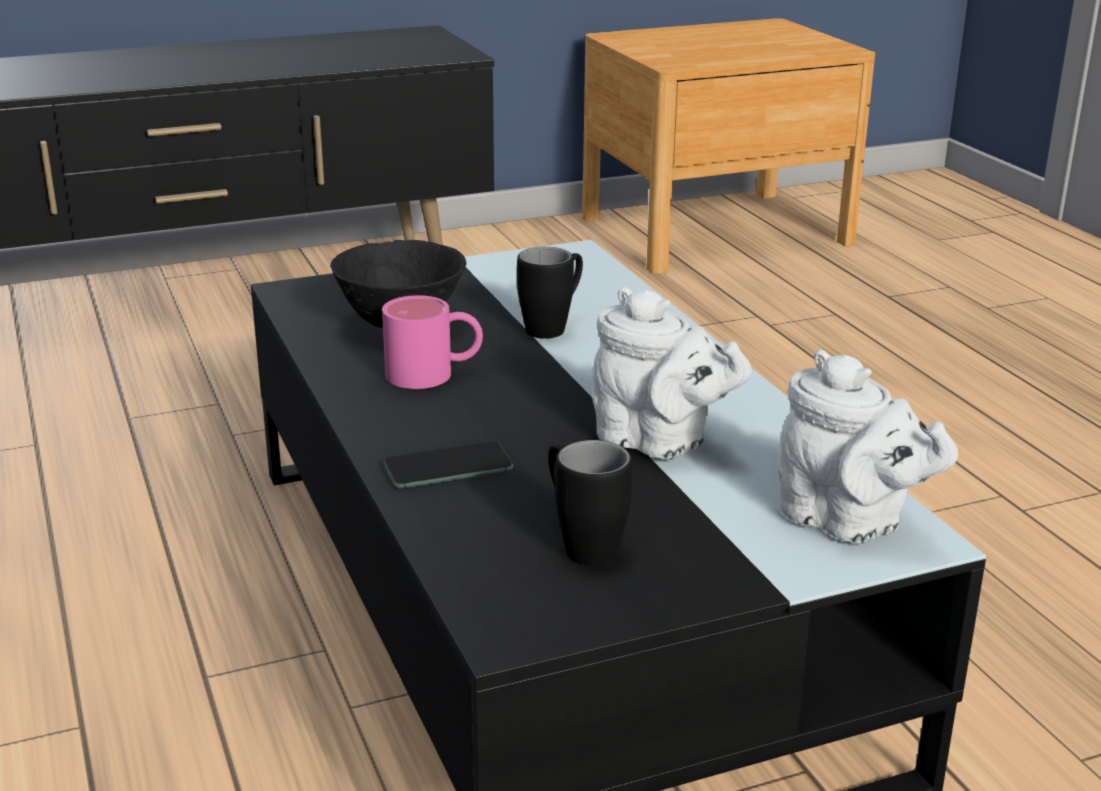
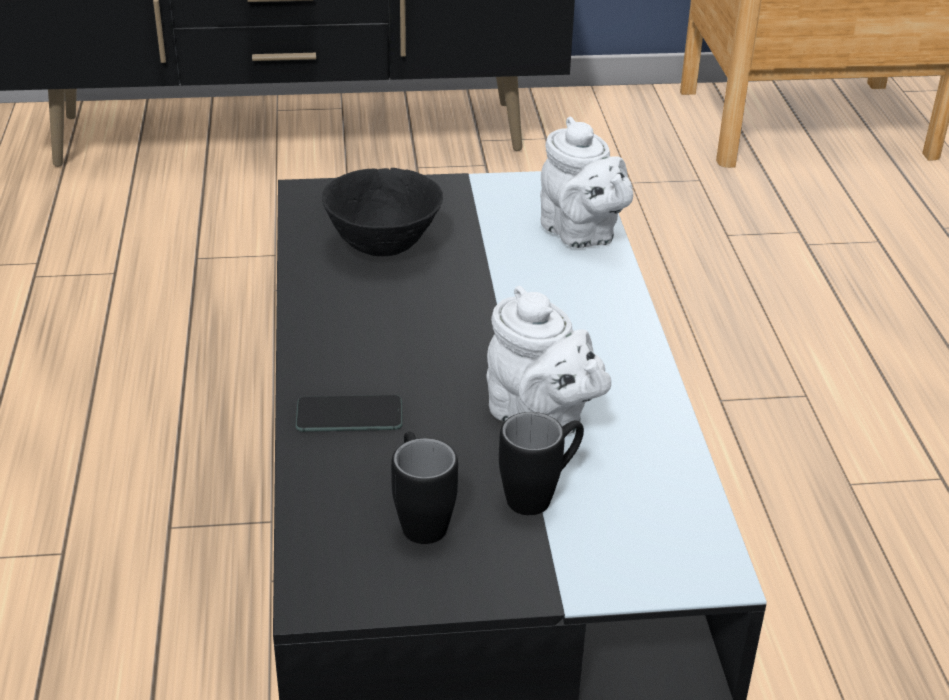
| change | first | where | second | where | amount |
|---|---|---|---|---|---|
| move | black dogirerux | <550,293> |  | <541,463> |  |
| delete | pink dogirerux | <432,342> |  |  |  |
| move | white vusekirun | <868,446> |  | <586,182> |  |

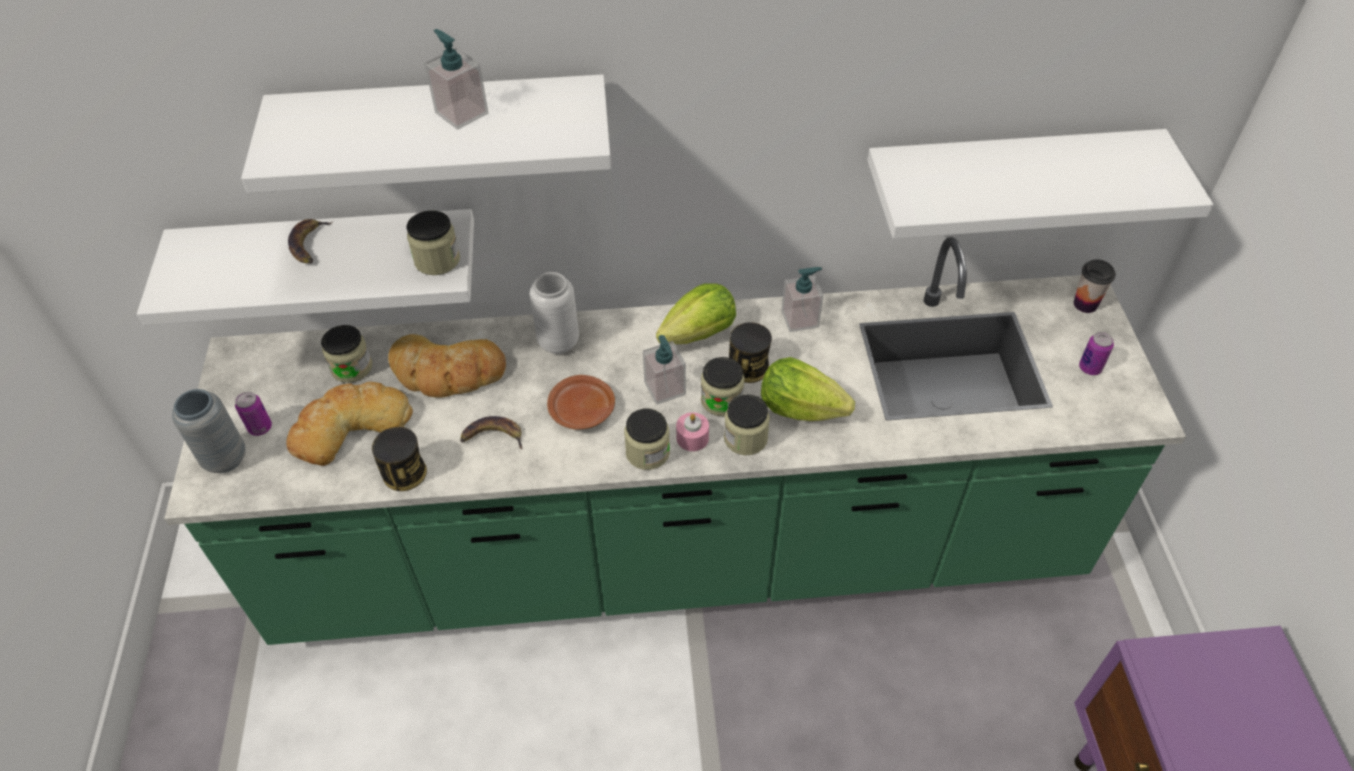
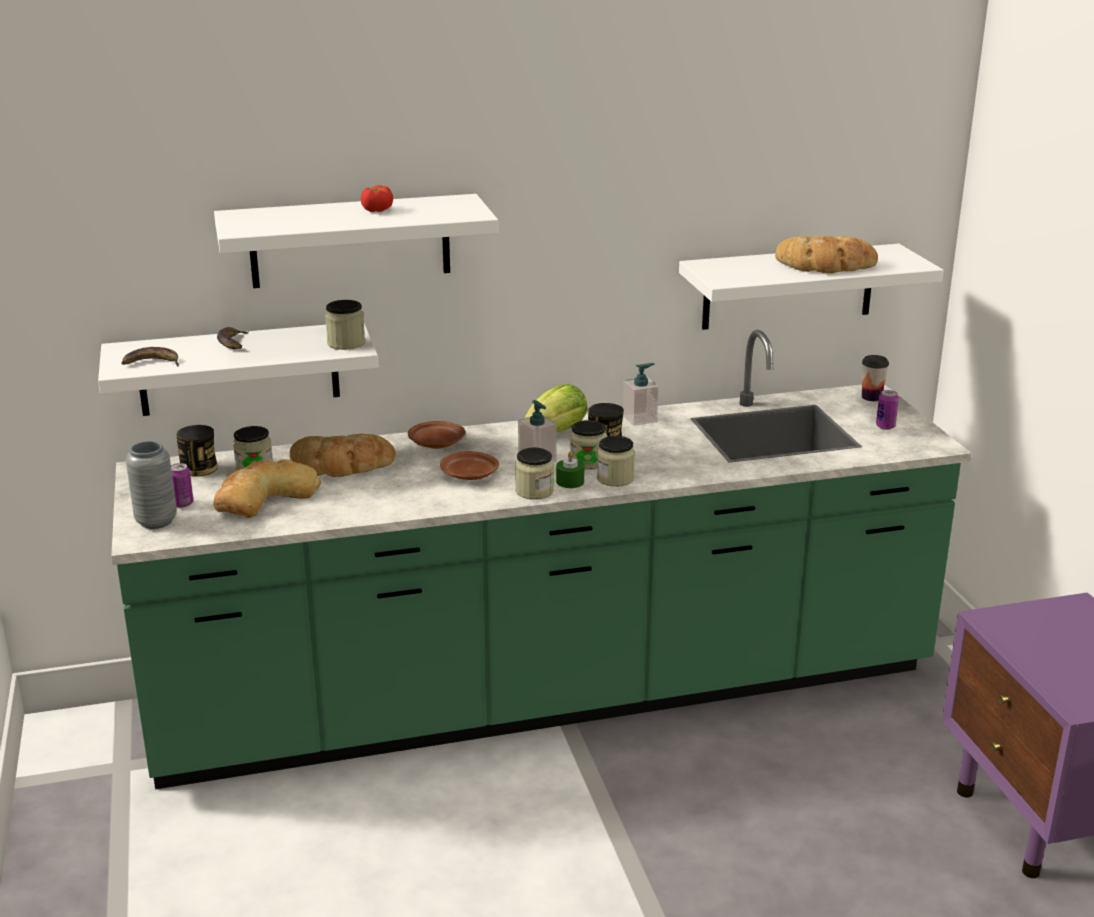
| change | first | where | second | where | amount |
|---|---|---|---|---|---|
| replace | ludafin | <456,79> | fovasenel | <377,198> |  |
| replace | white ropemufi | <554,313> | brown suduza | <436,435> |  |
| delete | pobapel | <808,389> |  |  |  |
| recolor | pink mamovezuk | <692,431> | green mamovezuk | <570,469> |  |
| move | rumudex | <491,432> |  | <150,356> |  |
| move | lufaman | <399,459> |  | <197,450> |  |
| insert |  |  | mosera | <826,254> |  |

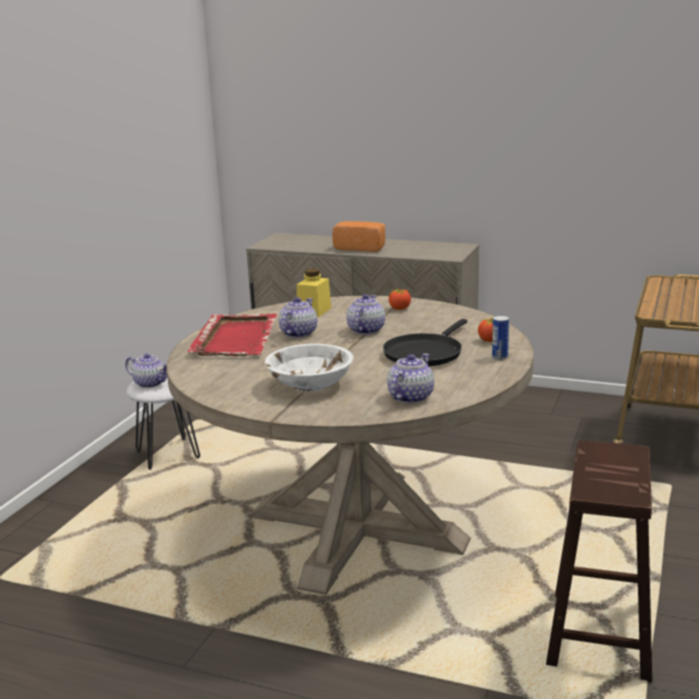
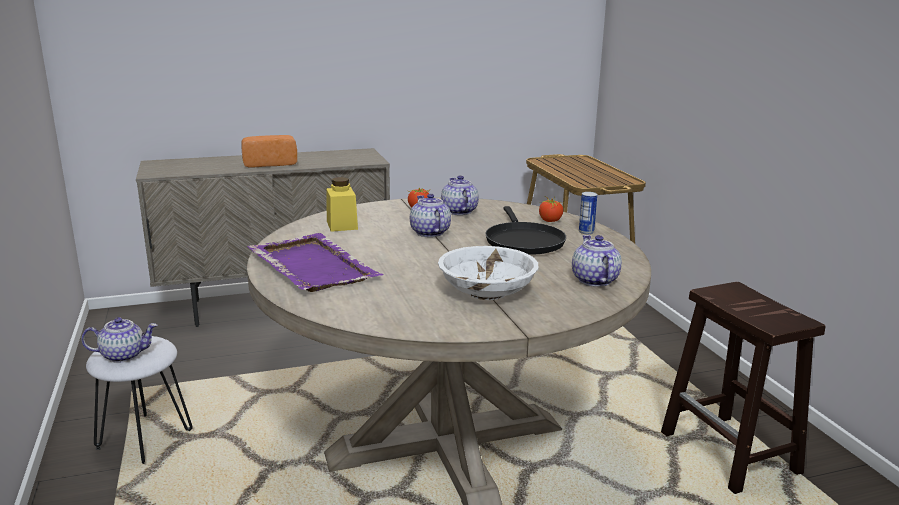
| change | first | where | second | where | amount |
|---|---|---|---|---|---|
| move | vusekirun | <298,317> |  | <460,195> |  |
| recolor | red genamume | <232,335> | purple genamume | <315,262> |  |

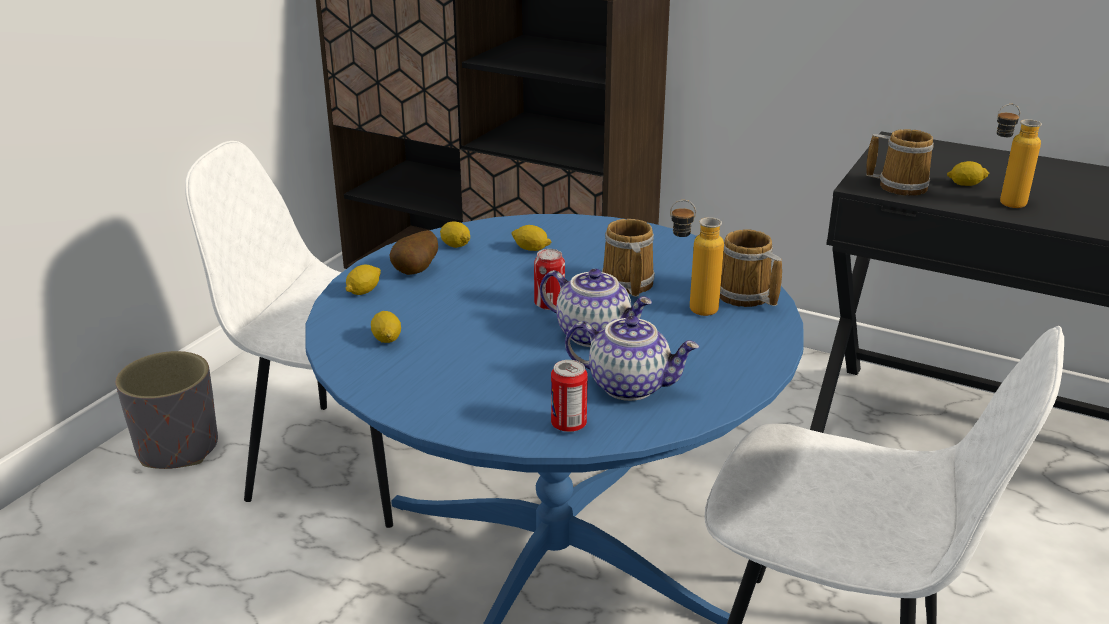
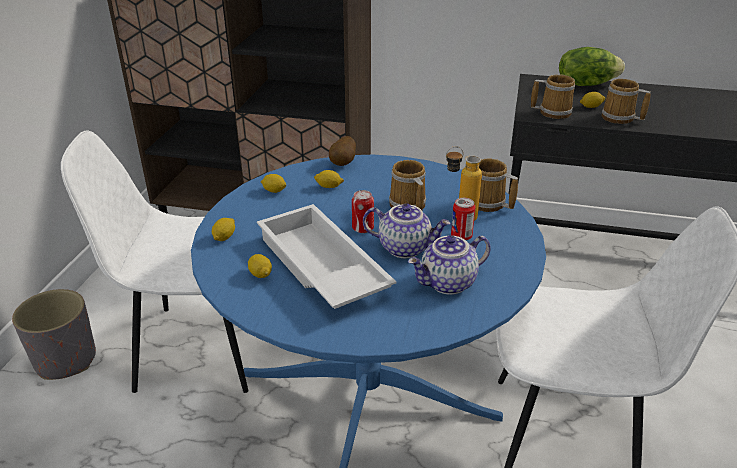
| change | first | where | second | where | amount |
|---|---|---|---|---|---|
| replace | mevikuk | <1019,156> | dogirerux | <626,101> |  |
| move | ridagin | <413,252> |  | <342,151> |  |
| rotate | vusekirun | <632,358> |  | <449,265> | 150 degrees clockwise |
| move | lufaman | <569,396> |  | <463,219> |  |
| insert |  |  | pobapel | <592,66> |  |
| insert |  |  | white genamume | <326,256> |  |

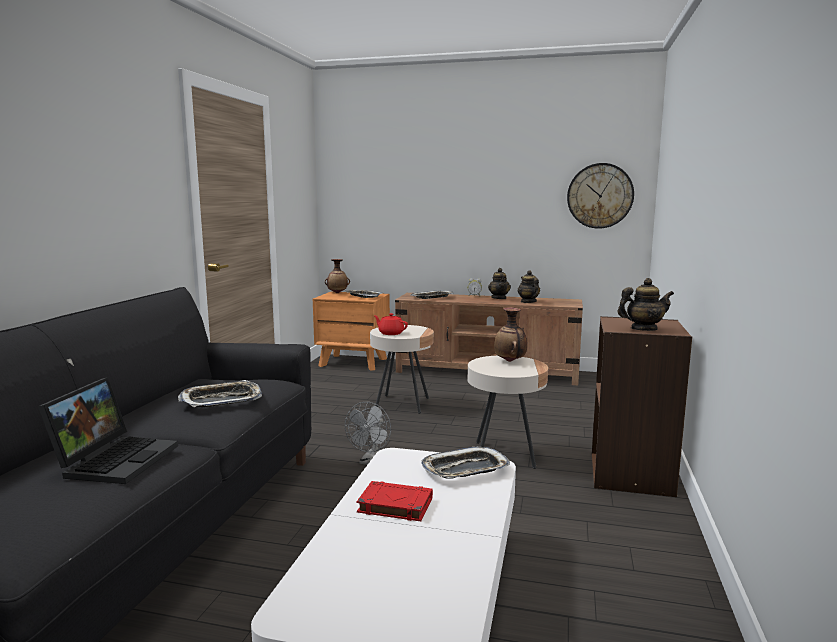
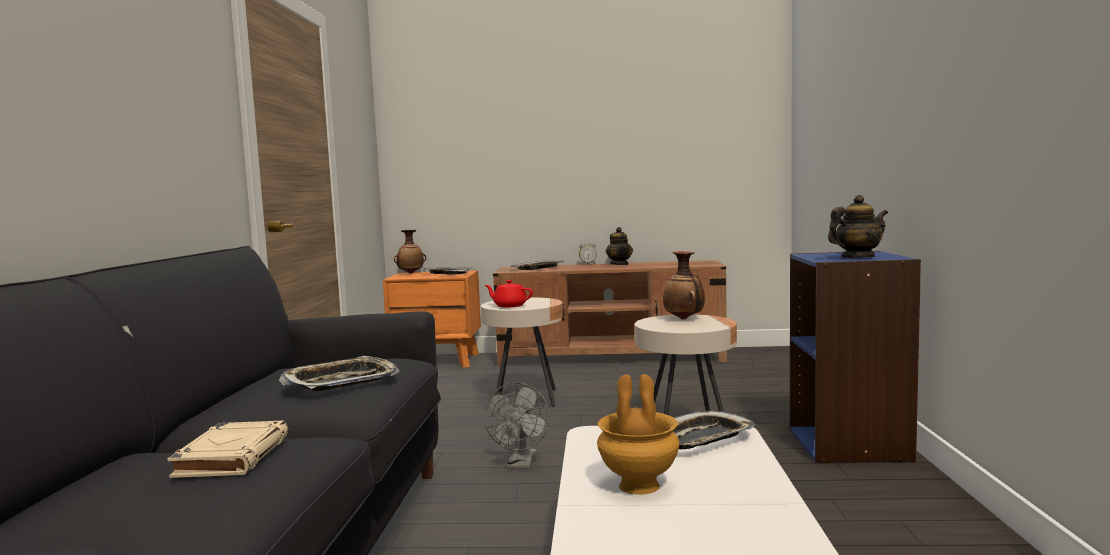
| change | first | where | second | where | amount |
|---|---|---|---|---|---|
| delete | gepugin | <600,196> |  |  |  |
| delete | vusekirun | <529,286> |  |  |  |
| recolor | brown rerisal | <642,406> | blue rerisal | <855,357> |  |
| replace | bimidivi | <108,430> | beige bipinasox | <228,449> |  |
| replace | red bipinasox | <395,501> | brown ropemufi | <638,434> |  |

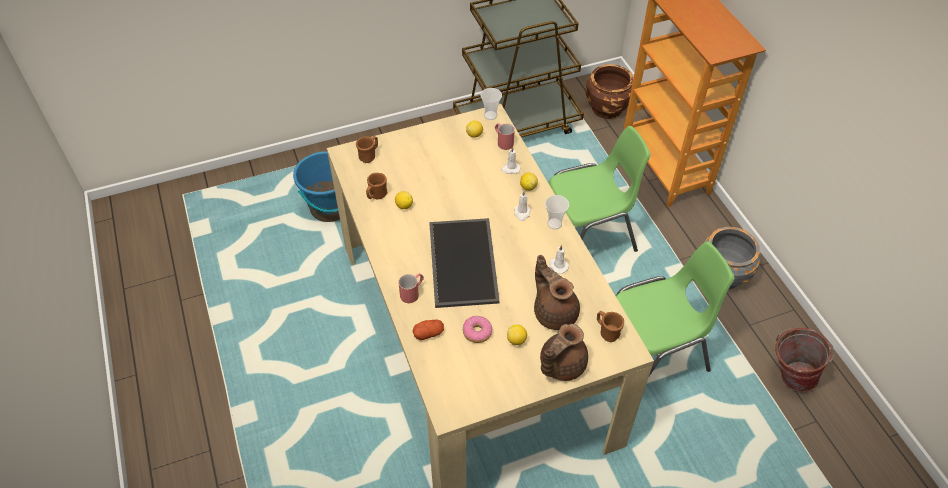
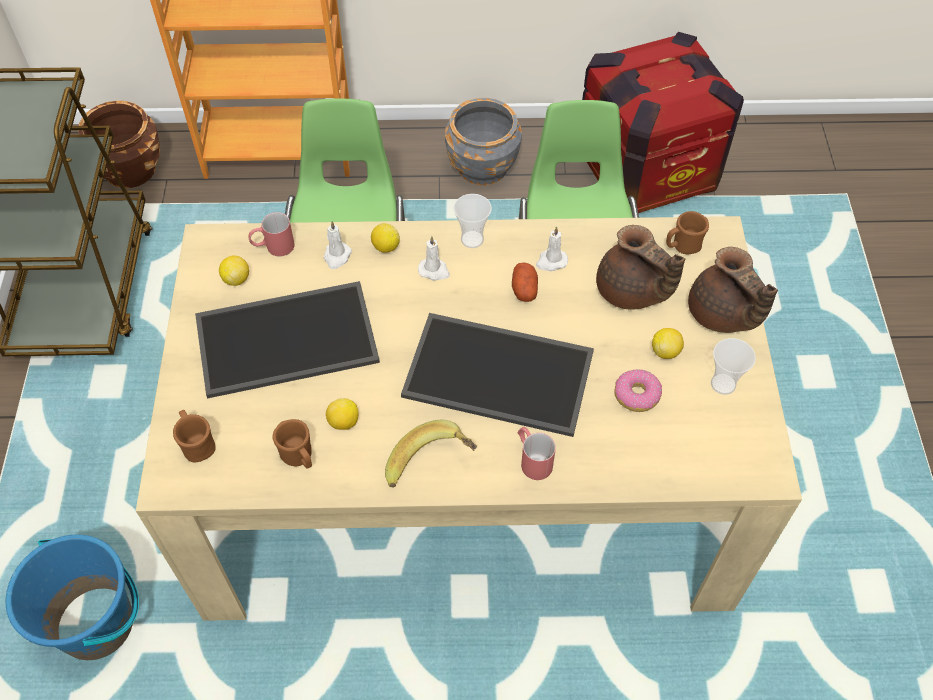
| change | first | where | second | where | amount |
|---|---|---|---|---|---|
| move | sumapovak | <491,104> |  | <733,366> |  |
| rotate | brown vusekirun | <557,292> |  | <640,267> | 120 degrees counterclockwise |
| move | ridagin | <428,330> |  | <525,282> |  |
| replace | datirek | <805,360> | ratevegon | <663,122> |  |
| insert |  |  | genamume | <287,340> |  |
| insert |  |  | rumudex | <431,454> |  |

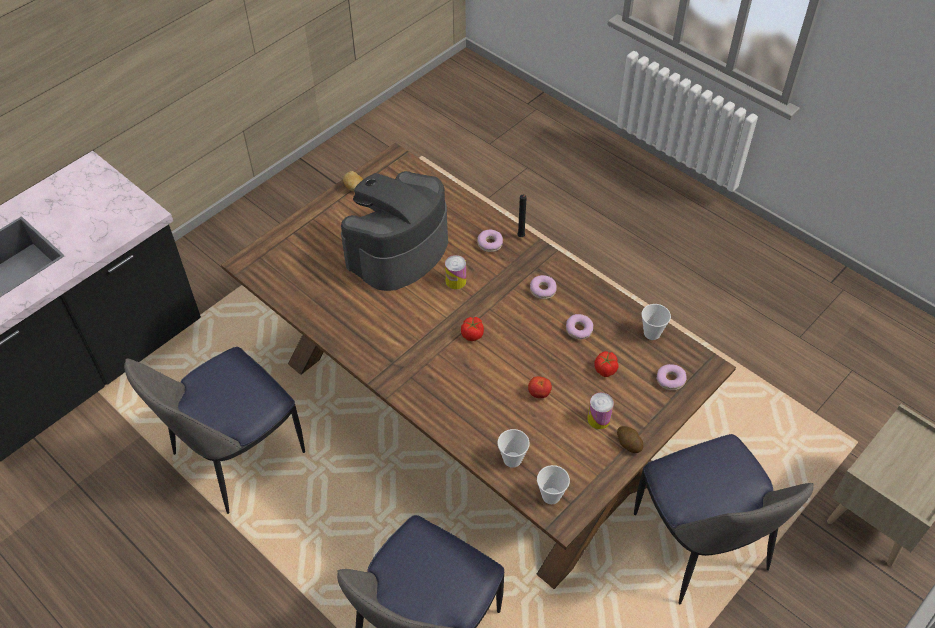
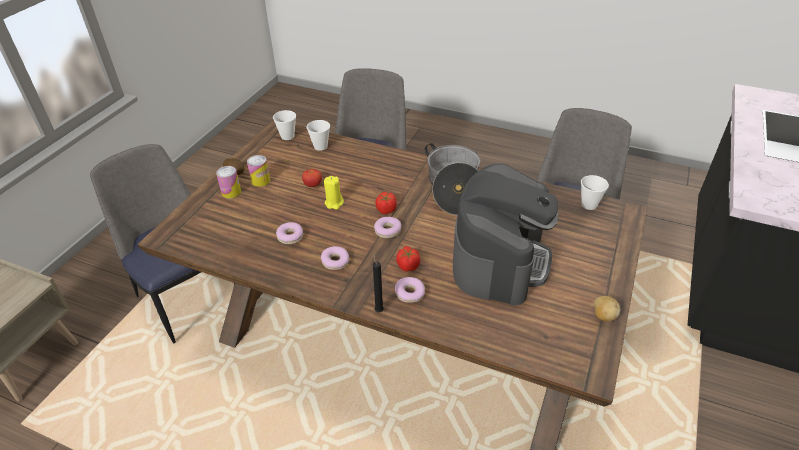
| change | first | where | second | where | amount |
|---|---|---|---|---|---|
| move | lufaman | <455,272> |  | <228,182> |  |
| move | sumapovak | <656,322> |  | <595,192> |  |
| move | fovasenel | <606,364> |  | <408,259> |  |
| move | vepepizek | <671,377> |  | <387,227> |  |
| insert |  |  | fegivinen | <452,179> |  |
| insert |  |  | yellow mamovezuk | <334,193> |  |

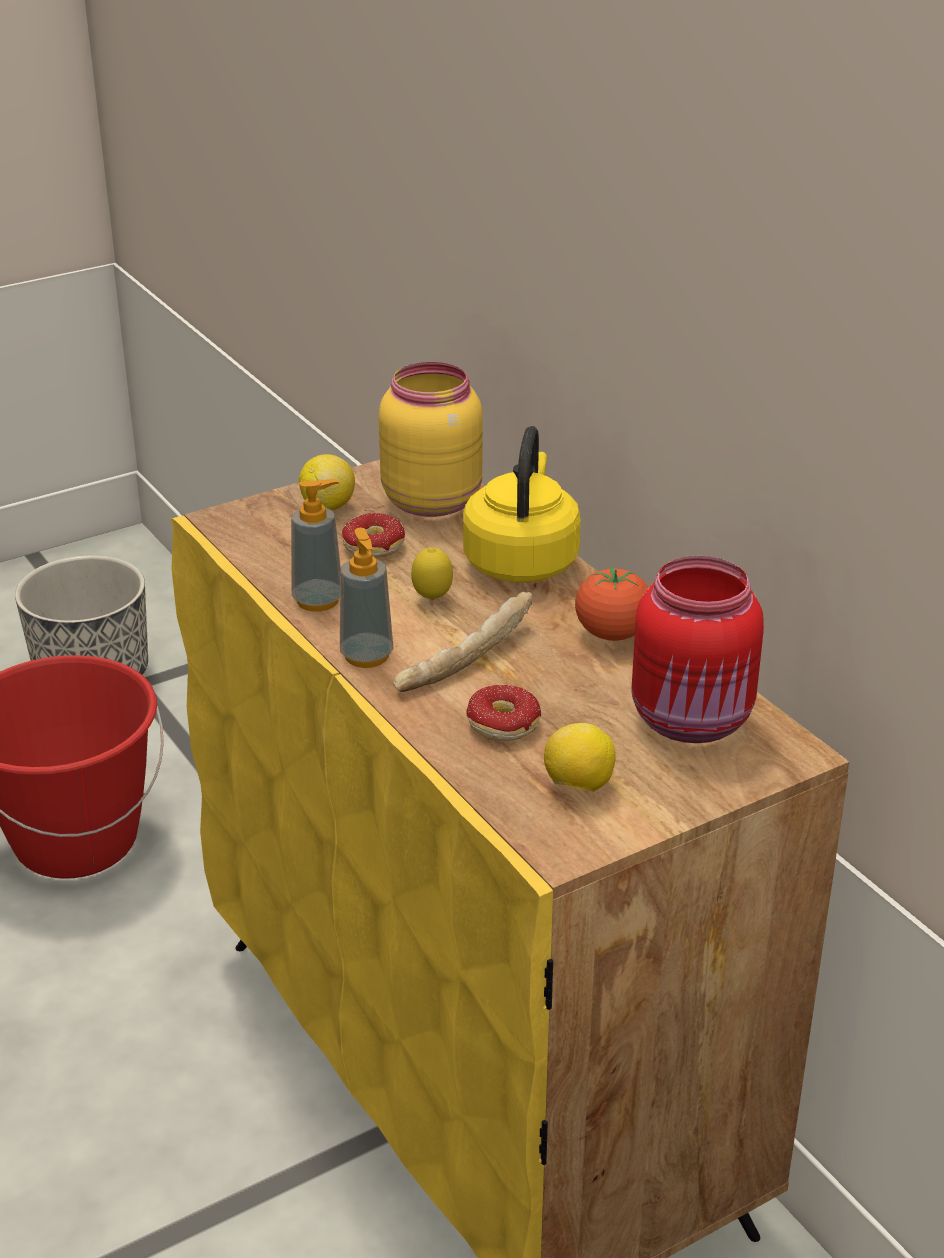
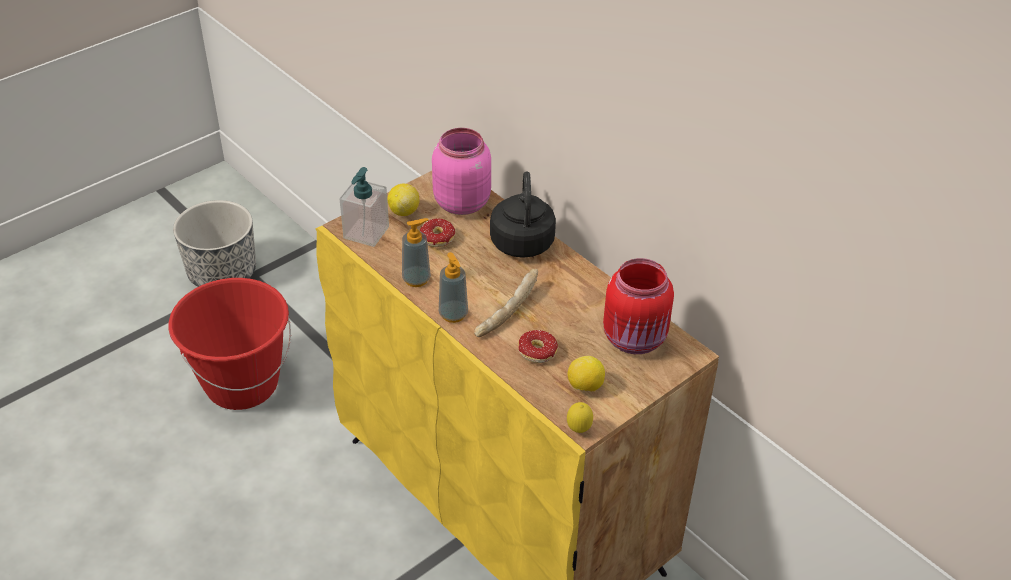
| change | first | where | second | where | amount |
|---|---|---|---|---|---|
| recolor | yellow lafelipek | <431,439> | pink lafelipek | <461,171> |  |
| recolor | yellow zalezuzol | <522,504> | black zalezuzol | <523,215> |  |
| move | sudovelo | <432,573> |  | <580,417> |  |
| delete | fovasenel | <611,604> |  |  |  |
| insert |  |  | ludafin | <364,207> |  |

